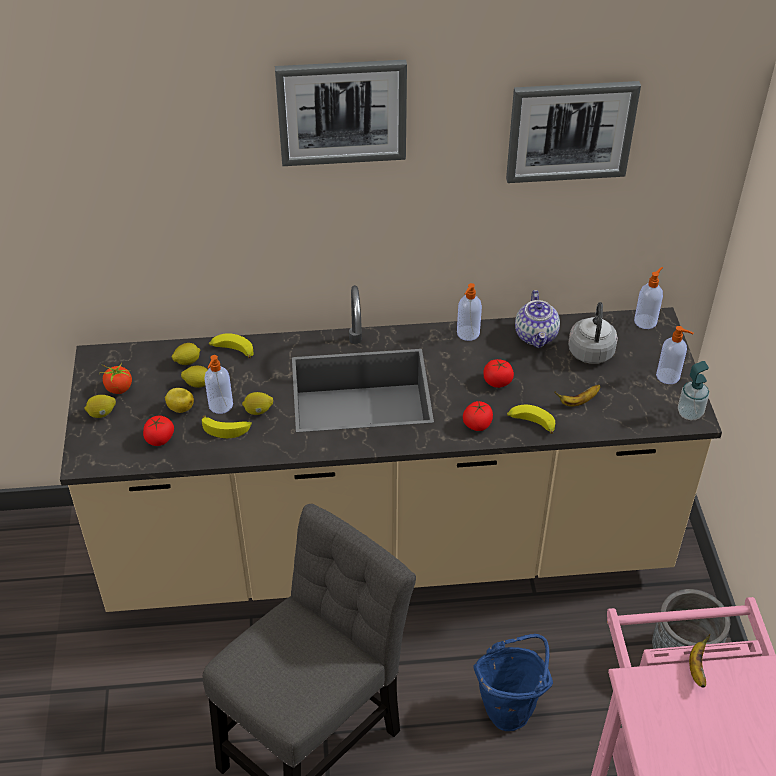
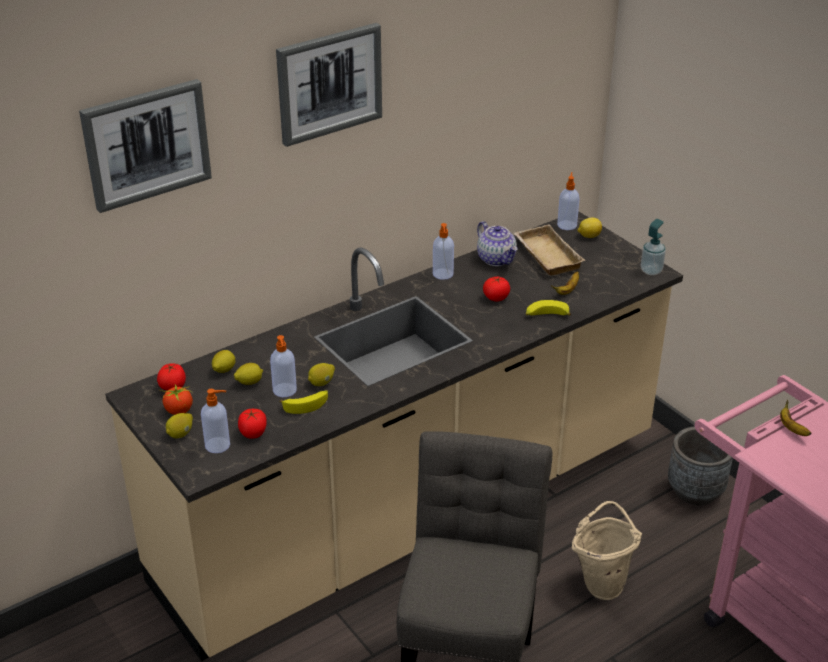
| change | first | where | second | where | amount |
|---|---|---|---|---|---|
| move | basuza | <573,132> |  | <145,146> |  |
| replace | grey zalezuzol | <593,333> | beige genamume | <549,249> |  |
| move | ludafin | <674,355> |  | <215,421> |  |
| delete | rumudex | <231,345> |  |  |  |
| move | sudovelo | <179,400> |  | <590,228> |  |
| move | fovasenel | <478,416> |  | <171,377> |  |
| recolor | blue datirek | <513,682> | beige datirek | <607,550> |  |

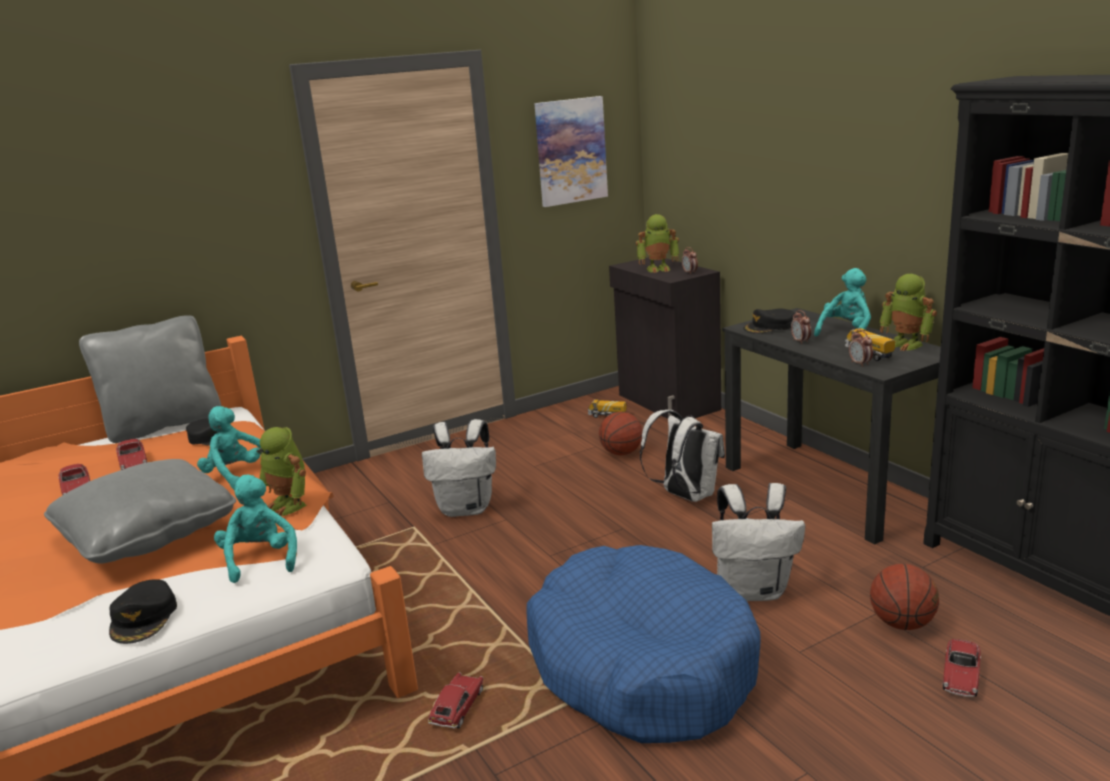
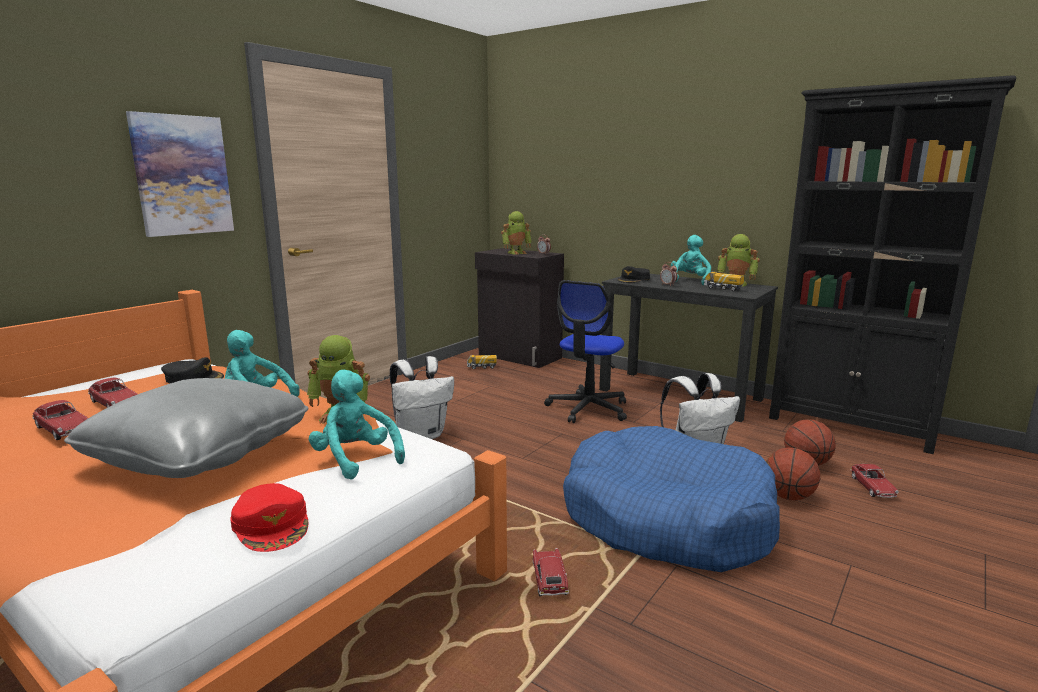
| change | first | where | second | where | amount |
|---|---|---|---|---|---|
| move | basuza | <571,151> |  | <180,174> |  |
| delete | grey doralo | <150,379> |  |  |  |
| delete | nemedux | <861,348> |  |  |  |
| replace | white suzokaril | <682,456> | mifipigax | <585,351> |  |
| move | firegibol | <621,433> |  | <793,474> |  |
| recolor | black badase | <143,611> | red badase | <269,517> |  |

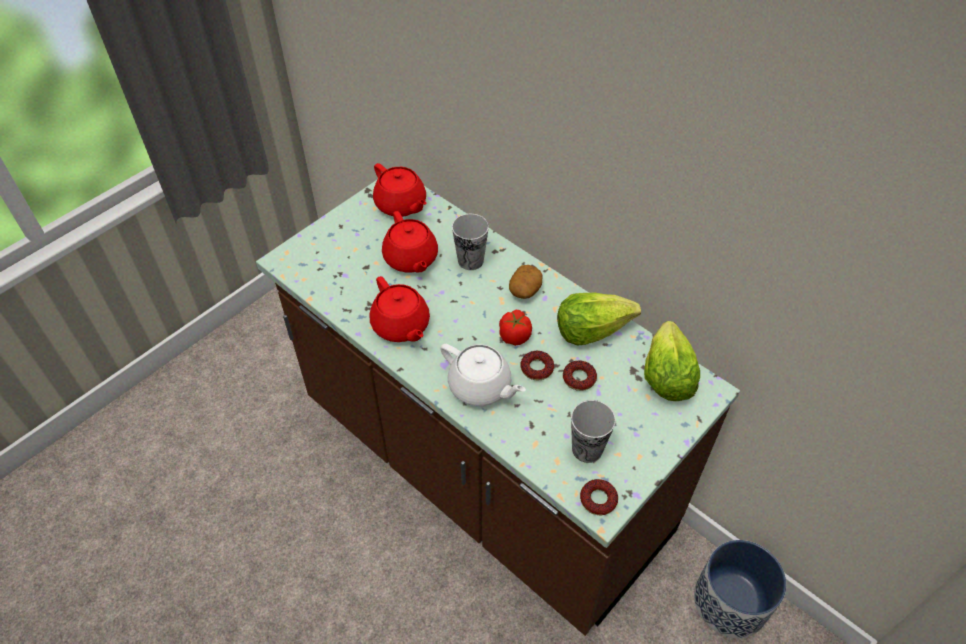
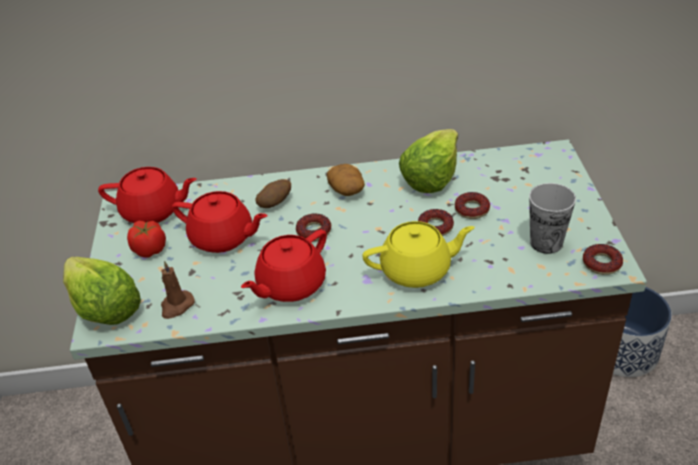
| change | first | where | second | where | amount |
|---|---|---|---|---|---|
| replace | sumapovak | <470,242> | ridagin | <273,193> |  |
| rotate | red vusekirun | <399,309> |  | <284,266> | 120 degrees clockwise |
| move | fovasenel | <515,328> |  | <146,239> |  |
| move | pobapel | <672,361> |  | <102,291> |  |
| recolor | white vusekirun | <483,375> | yellow vusekirun | <418,254> |  |
| insert |  |  | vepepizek | <313,227> |  |
| insert |  |  | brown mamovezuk | <178,290> |  |

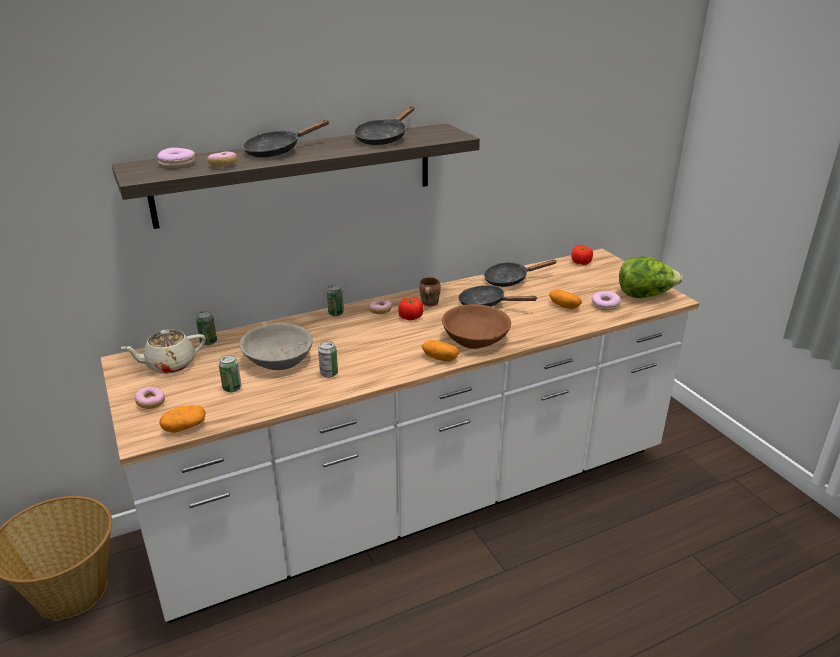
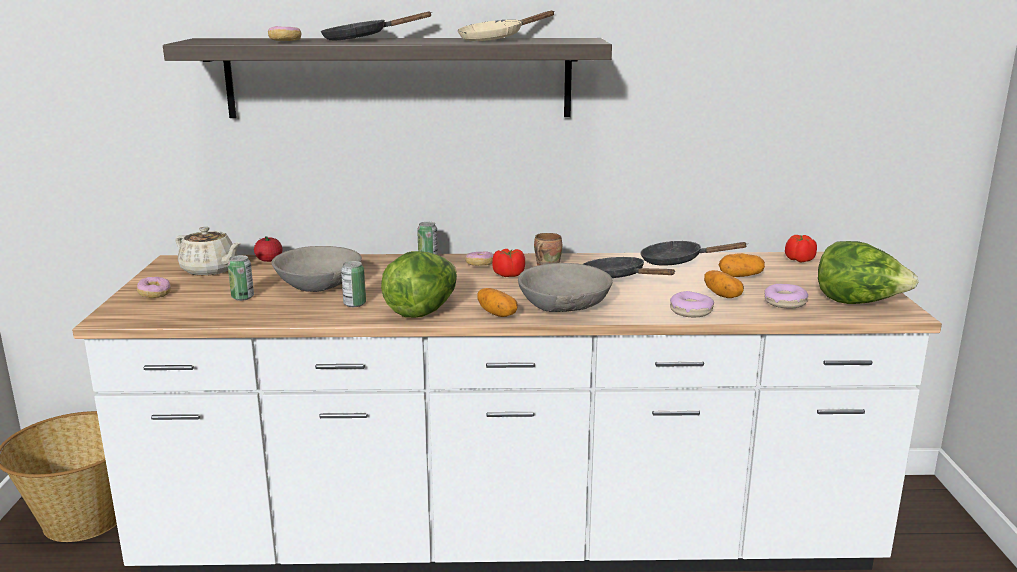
| change | first | where | second | where | amount |
|---|---|---|---|---|---|
| recolor | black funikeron | <384,125> | beige funikeron | <506,26> |  |
| move | vepepizek | <176,158> |  | <692,304> |  |
| recolor | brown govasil | <476,326> | grey govasil | <565,287> |  |
| replace | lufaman | <206,328> | fovasenel | <268,249> |  |
| rotate | beige vusekirun | <163,352> |  | <208,251> | 150 degrees counterclockwise |
| move | ridagin | <182,419> |  | <742,265> |  |
| insert |  |  | pobapel | <419,284> |  |

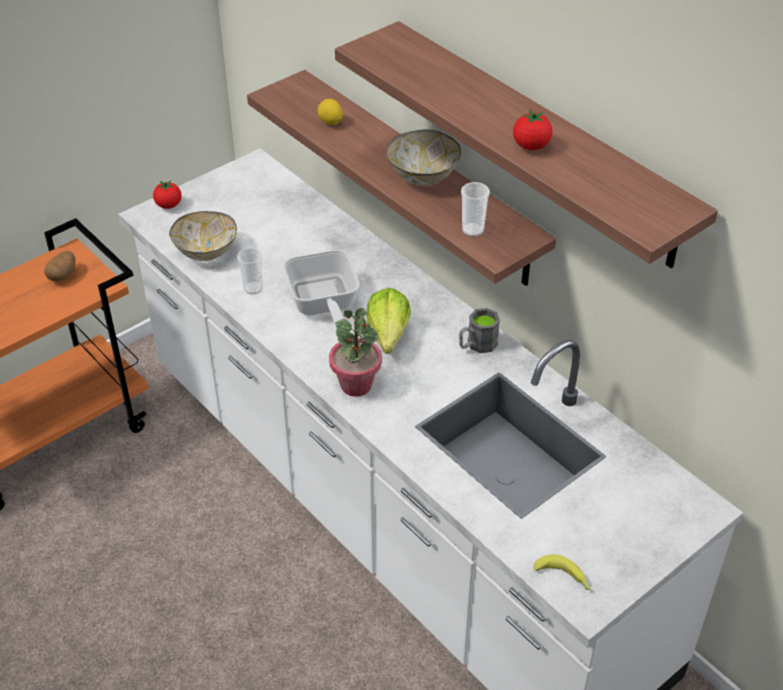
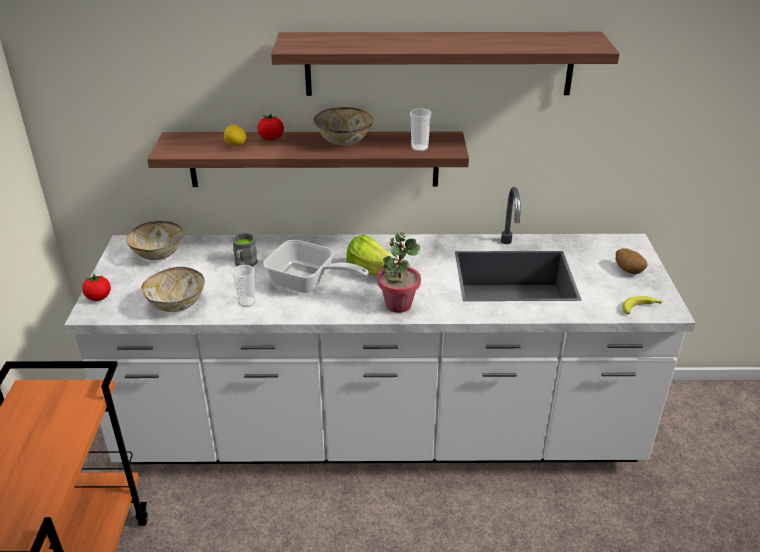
| change | first | where | second | where | amount |
|---|---|---|---|---|---|
| move | fovasenel | <532,129> |  | <271,127> |  |
| move | ridagin | <60,266> |  | <631,261> |  |
| move | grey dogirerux | <479,330> |  | <245,250> |  |
| insert |  |  | govasil | <154,240> |  |

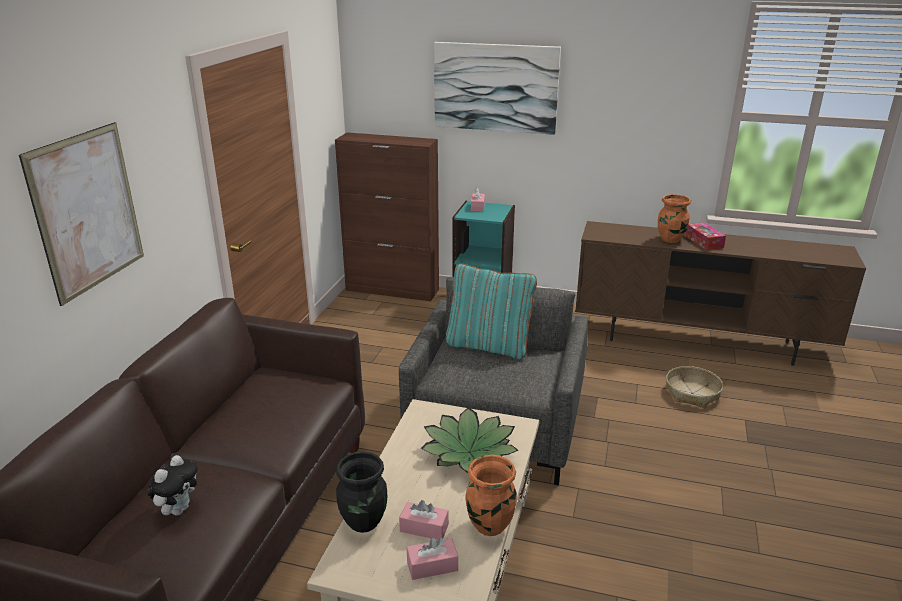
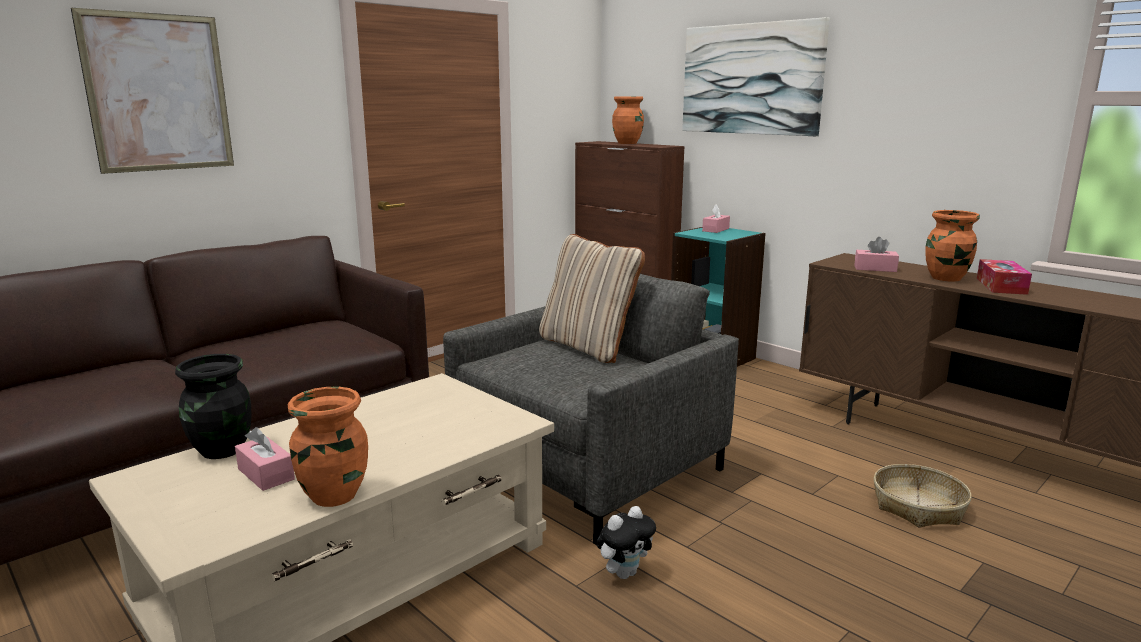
| change | first | where | second | where | amount |
|---|---|---|---|---|---|
| recolor | turquoise doralo | <491,311> | beige doralo | <592,298> |  |
| delete | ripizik | <470,440> |  |  |  |
| move | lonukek | <173,485> |  | <626,542> |  |
| move | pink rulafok | <432,558> |  | <876,254> |  |
| insert |  |  | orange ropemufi | <628,120> |  |

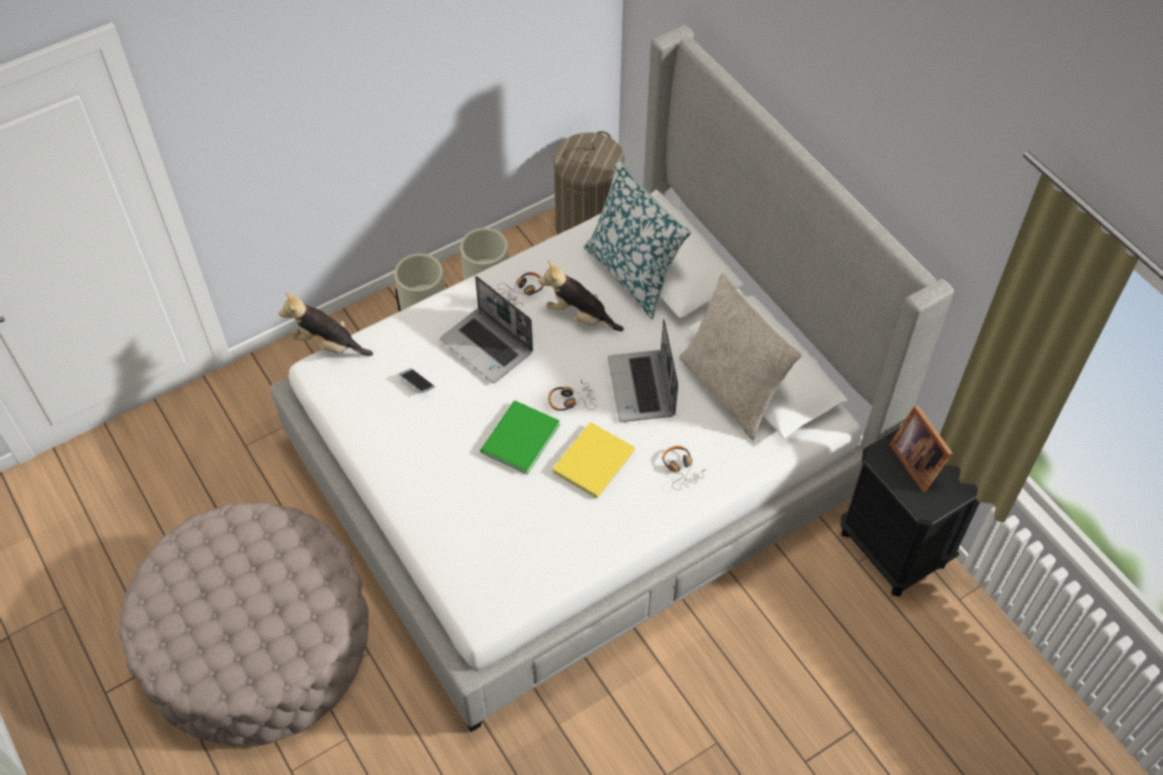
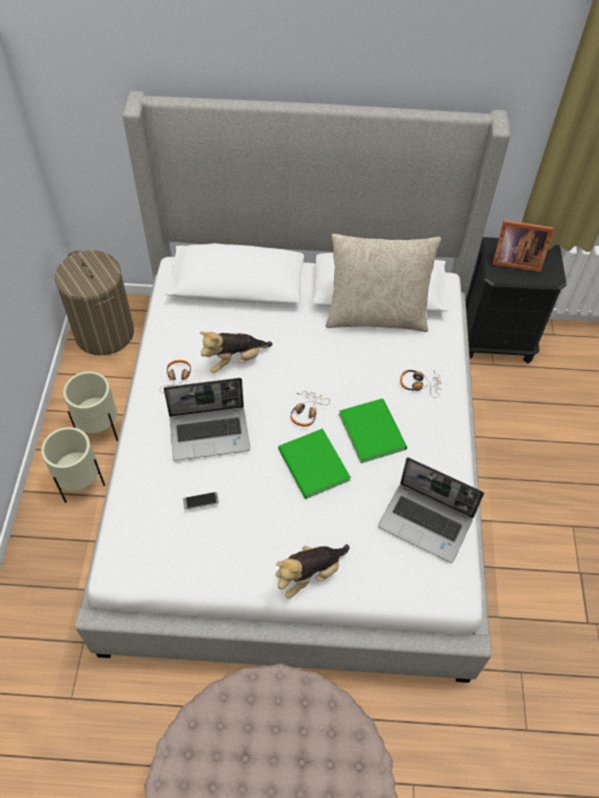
| change | first | where | second | where | amount |
|---|---|---|---|---|---|
| delete | doralo | <637,239> |  |  |  |
| move | lonukek | <326,324> |  | <313,571> |  |
| move | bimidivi | <643,370> |  | <431,510> |  |
| recolor | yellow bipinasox | <593,460> | green bipinasox | <373,430> |  |

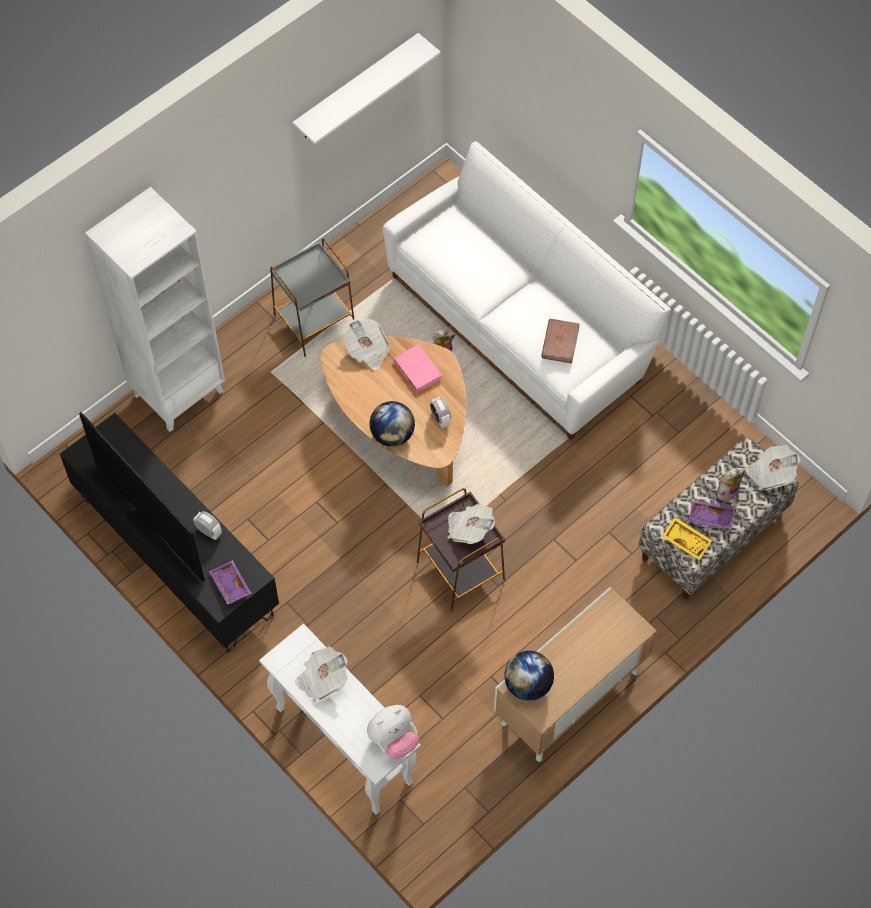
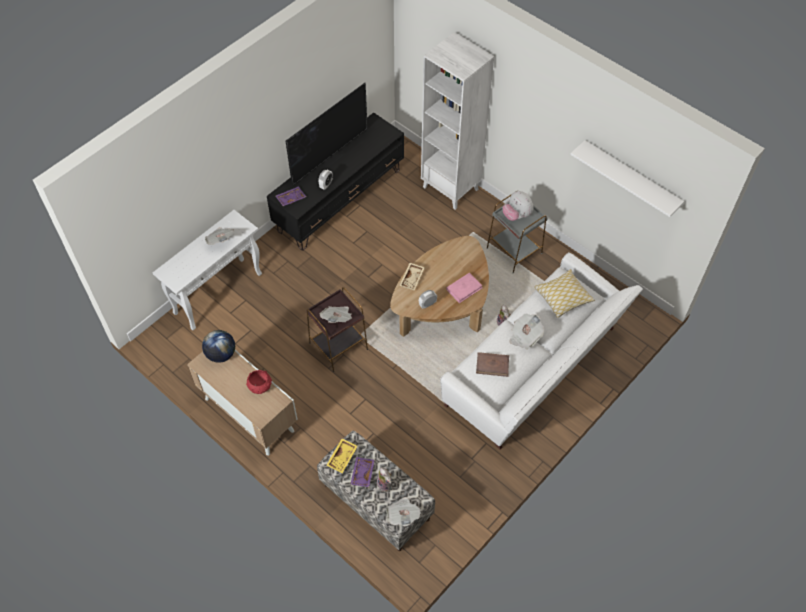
| change | first | where | second | where | amount |
|---|---|---|---|---|---|
| move | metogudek | <367,344> |  | <526,332> |  |
| replace | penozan | <392,424> | beige genamume | <412,277> |  |
| move | lonukek | <393,732> |  | <517,206> |  |
| insert |  |  | doralo | <564,293> |  |
| insert |  |  | red govasil | <259,382> |  |

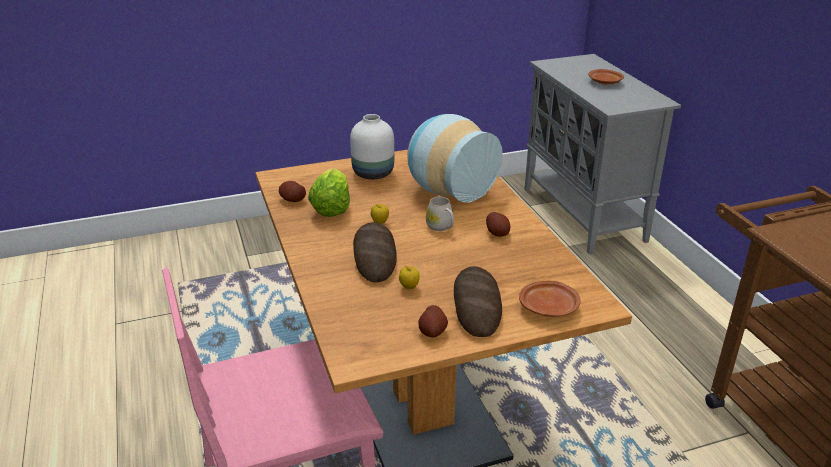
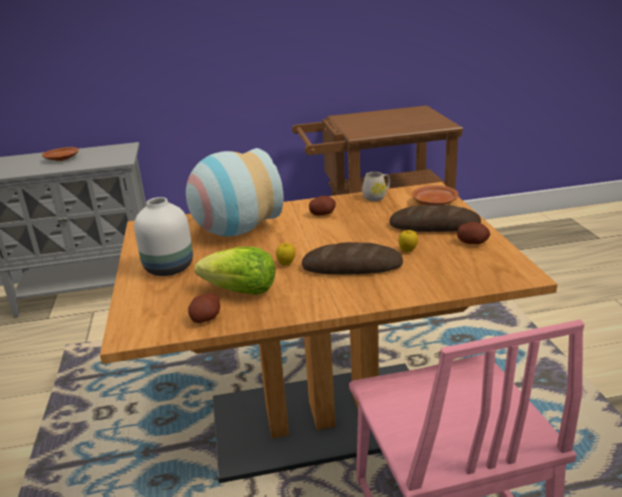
| change | first | where | second | where | amount |
|---|---|---|---|---|---|
| move | white dogirerux | <440,214> |  | <376,186> |  |

